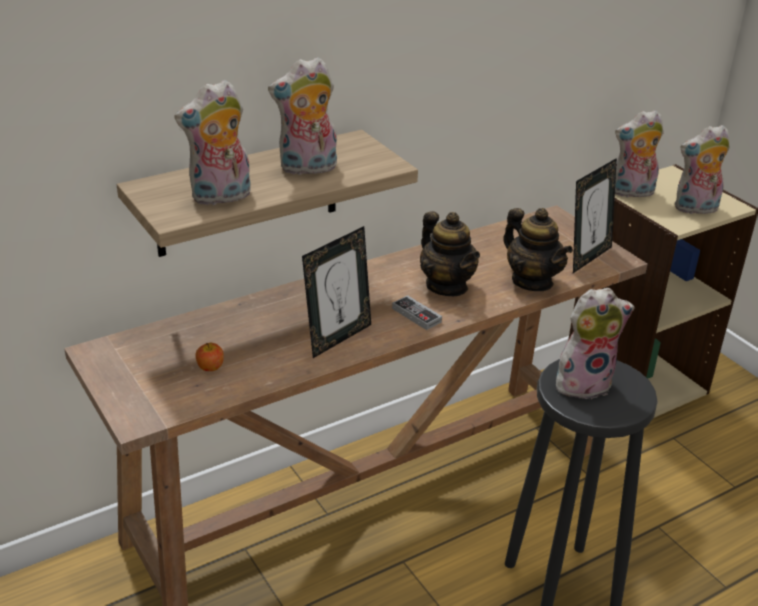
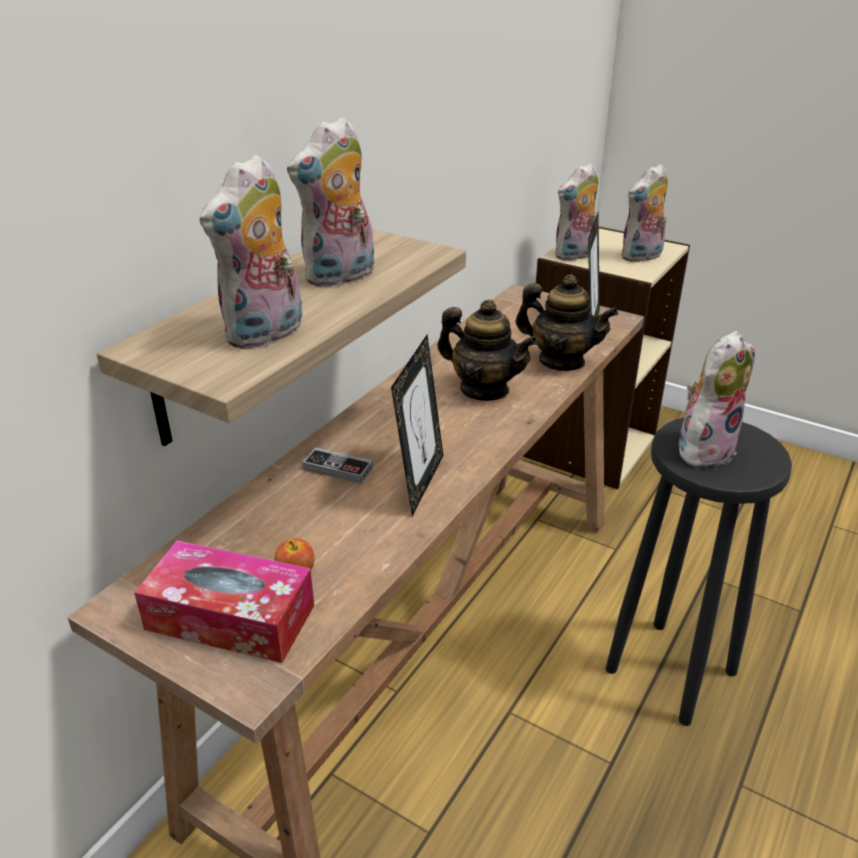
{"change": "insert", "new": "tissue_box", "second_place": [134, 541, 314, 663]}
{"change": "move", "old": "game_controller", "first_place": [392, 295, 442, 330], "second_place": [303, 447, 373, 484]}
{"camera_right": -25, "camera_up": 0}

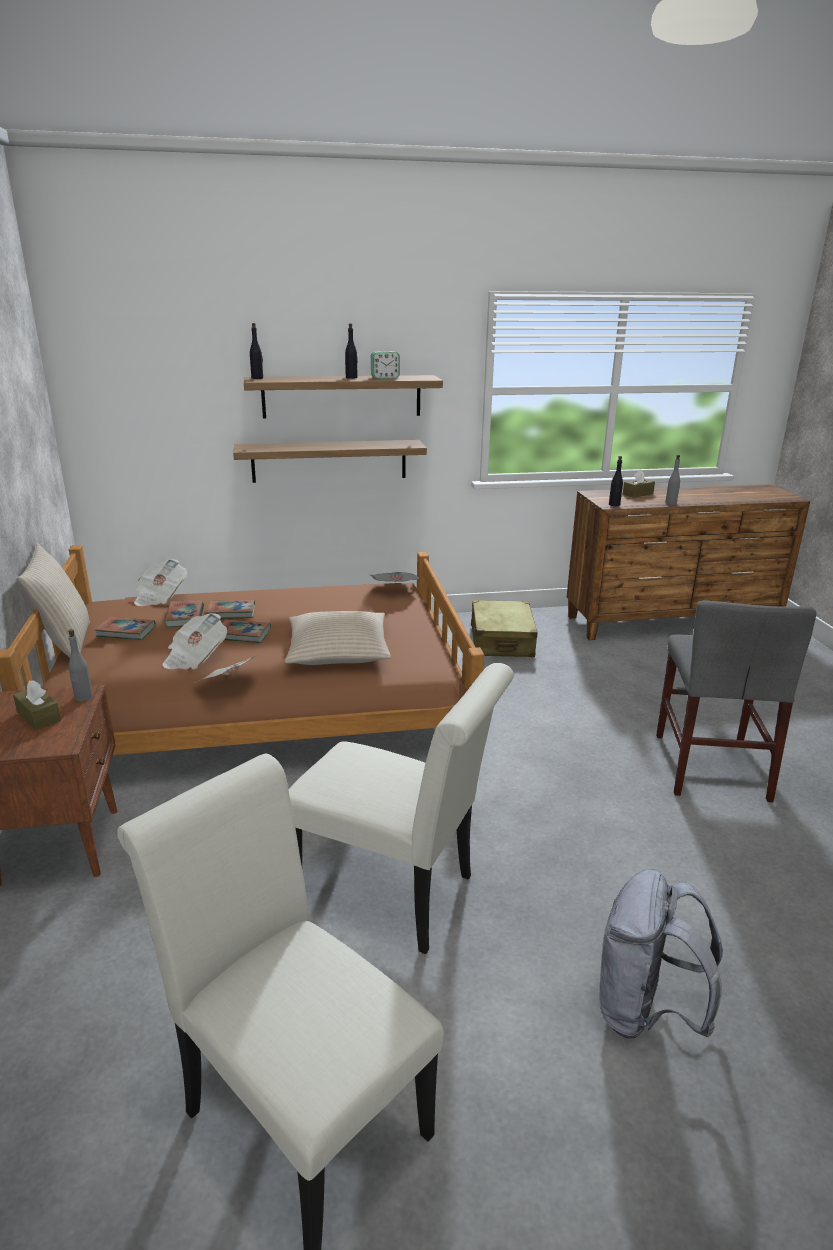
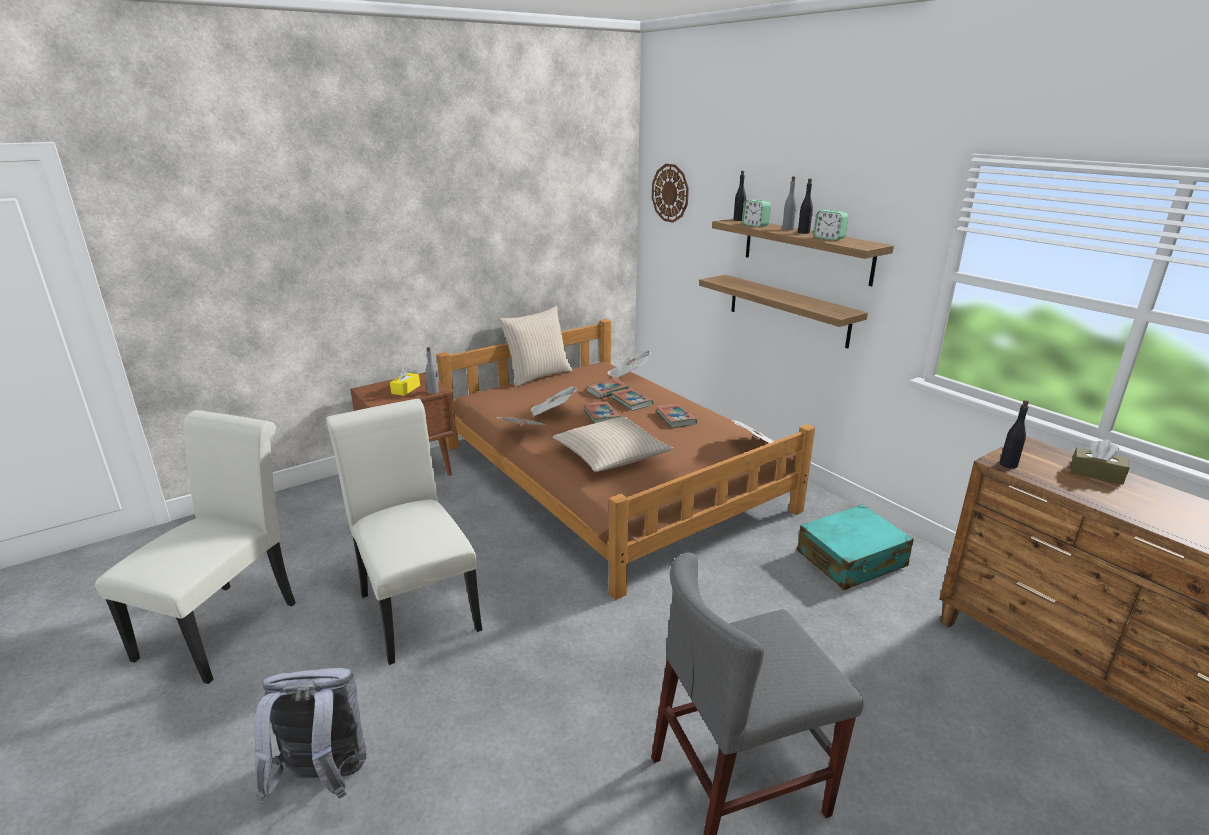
{"change": "rotate", "old": "white_chair", "first_place": [289, 663, 514, 954], "second_place": [326, 399, 482, 665], "degrees": 150}
{"change": "recolor", "old": "brown_tissue_box", "new": "yellow_tissue_box", "first_place": [13, 680, 61, 730], "second_place": [390, 367, 420, 396]}
{"change": "insert", "new": "wall_clock", "second_place": [652, 164, 689, 223]}
{"change": "move", "old": "book", "first_place": [95, 617, 156, 640], "second_place": [656, 404, 697, 428]}
{"change": "insert", "new": "alarm_clock", "second_place": [742, 200, 771, 227]}
{"change": "move", "old": "grey_bottle", "first_place": [665, 455, 680, 505], "second_place": [782, 176, 797, 230]}
{"change": "recolor", "old": "beige_suitcase", "new": "turquoise_suitcase", "first_place": [471, 600, 538, 657], "second_place": [797, 504, 914, 590]}
{"camera_right": 65, "camera_up": 0}

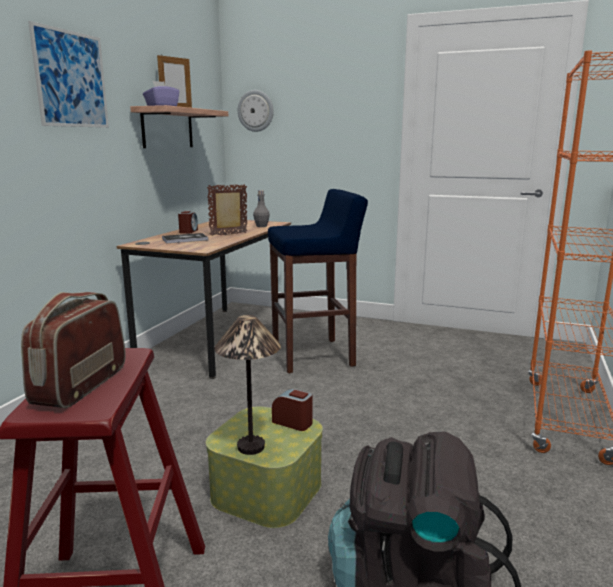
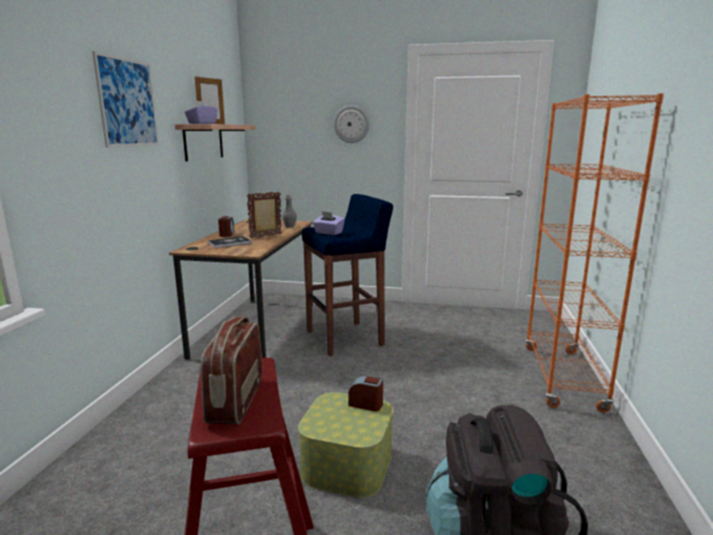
{"change": "insert", "new": "purple_tissue_box", "second_place": [313, 211, 345, 235]}
{"change": "move", "old": "wall_clock", "first_place": [238, 90, 274, 132], "second_place": [334, 105, 369, 143]}
{"change": "delete", "old": "table_lamp", "first_place": [214, 315, 281, 455]}
{"camera_right": -10, "camera_up": 0}

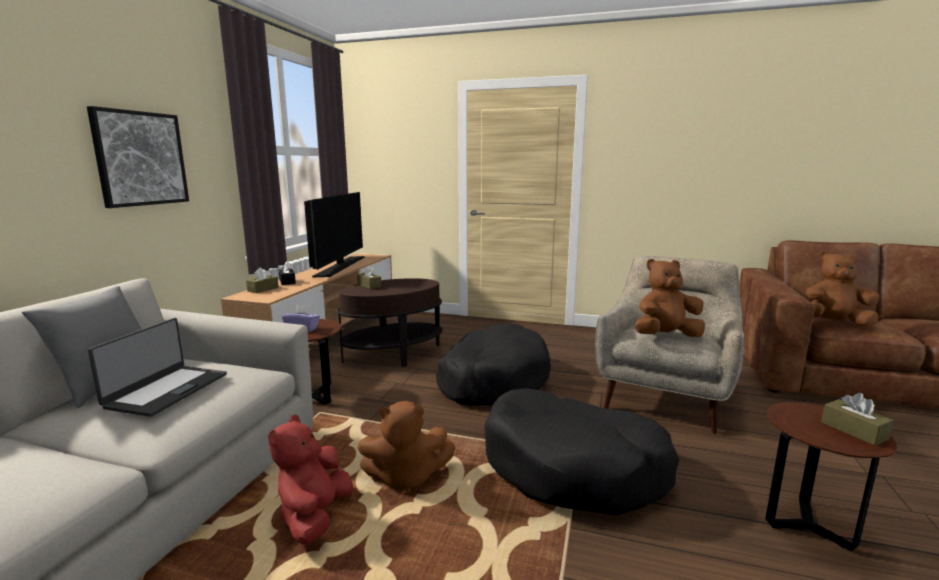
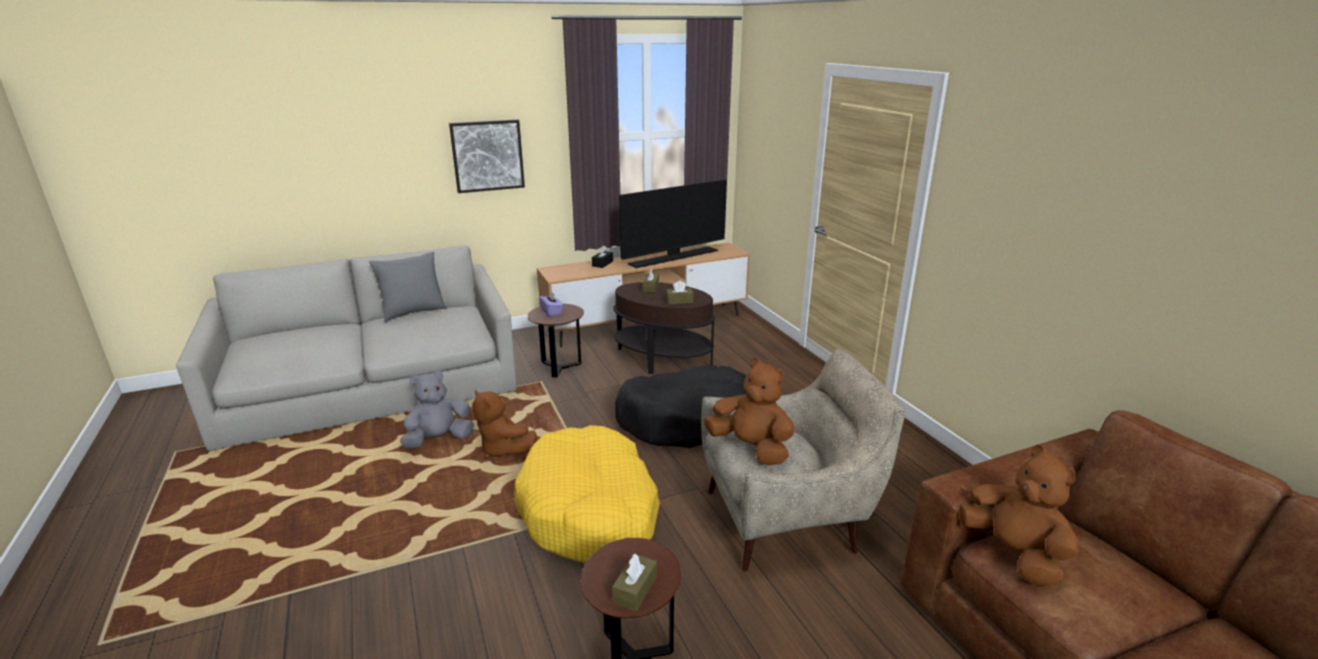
{"change": "recolor", "old": "red_plush_toy", "new": "grey_plush_toy", "first_place": [268, 414, 354, 545], "second_place": [400, 371, 474, 448]}
{"change": "recolor", "old": "black_dog_bed", "new": "yellow_dog_bed", "first_place": [484, 388, 680, 515], "second_place": [515, 425, 660, 563]}
{"change": "move", "old": "brown_tissue_box", "first_place": [246, 267, 279, 293], "second_place": [666, 280, 694, 305]}
{"change": "delete", "old": "laptop", "first_place": [88, 318, 227, 417]}
{"camera_right": 50, "camera_up": 10}

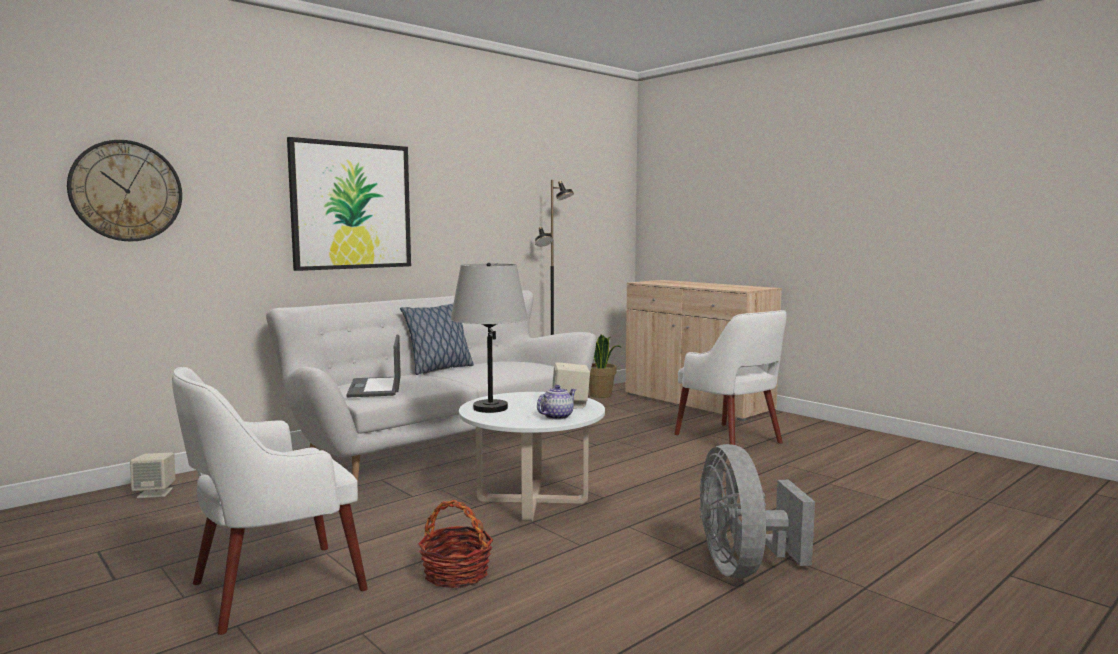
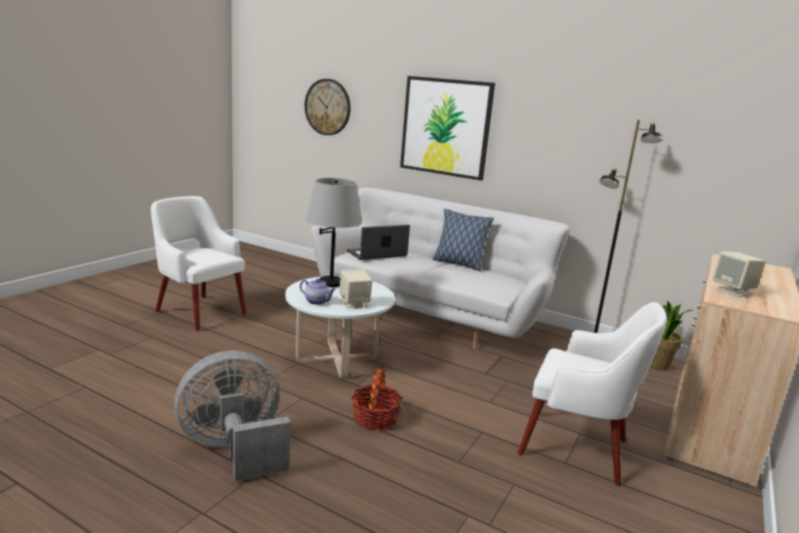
{"change": "move", "old": "basket", "first_place": [418, 500, 493, 588], "second_place": [351, 369, 403, 431]}
{"change": "rotate", "old": "white_armchair", "first_place": [674, 310, 787, 445], "second_place": [518, 302, 667, 486], "degrees": -105}
{"change": "move", "old": "beige_speaker", "first_place": [130, 452, 175, 498], "second_place": [712, 251, 766, 297]}
{"camera_right": 70, "camera_up": 10}

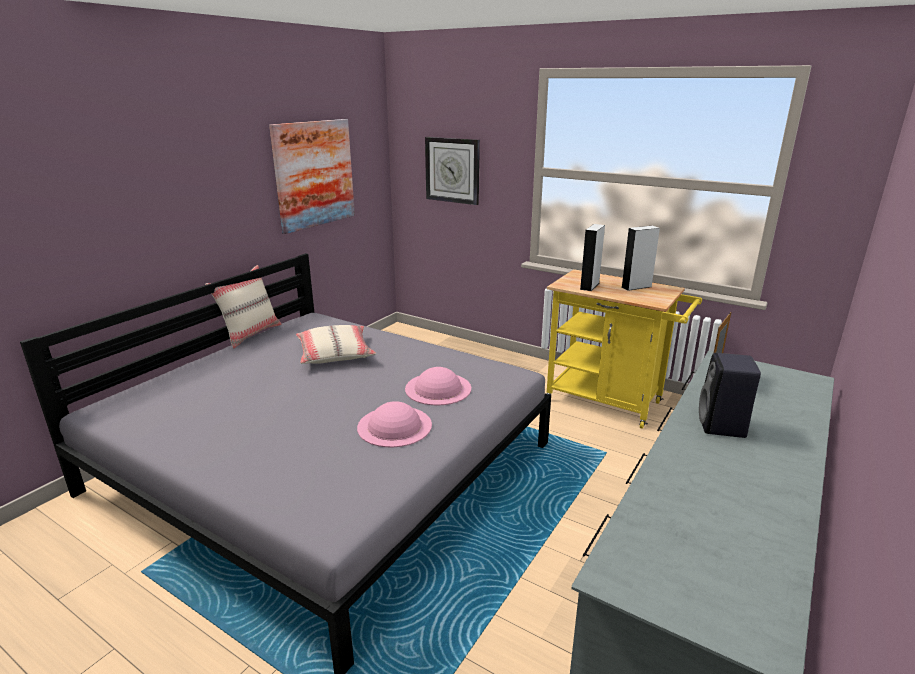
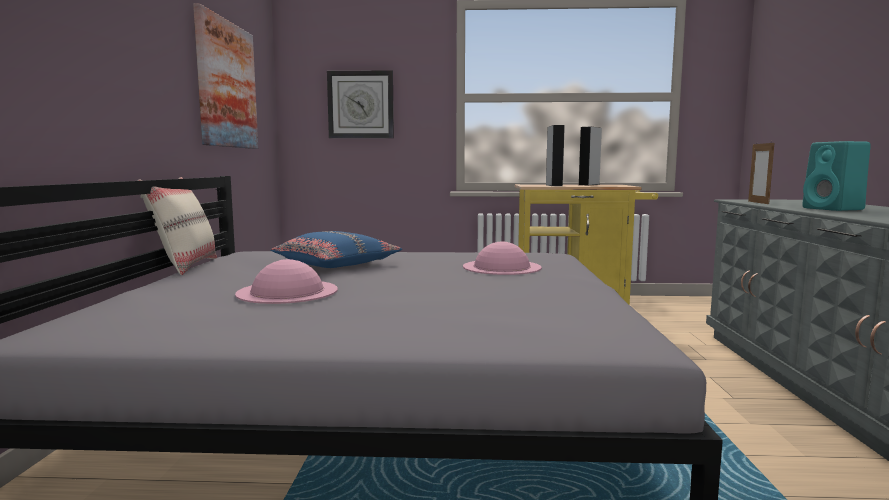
{"change": "move", "old": "pink_hat", "first_place": [357, 401, 432, 447], "second_place": [235, 259, 338, 304]}
{"change": "recolor", "old": "beige_pillow", "new": "blue_pillow", "first_place": [296, 325, 376, 364], "second_place": [270, 231, 402, 268]}
{"change": "recolor", "old": "black_speaker", "new": "turquoise_speaker", "first_place": [699, 353, 761, 438], "second_place": [802, 141, 871, 211]}
{"camera_right": -30, "camera_up": -15}

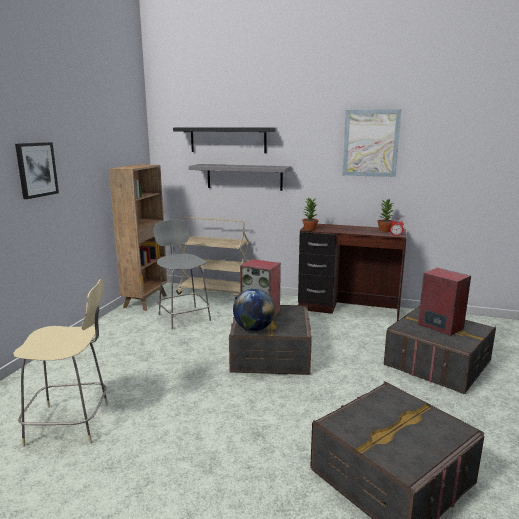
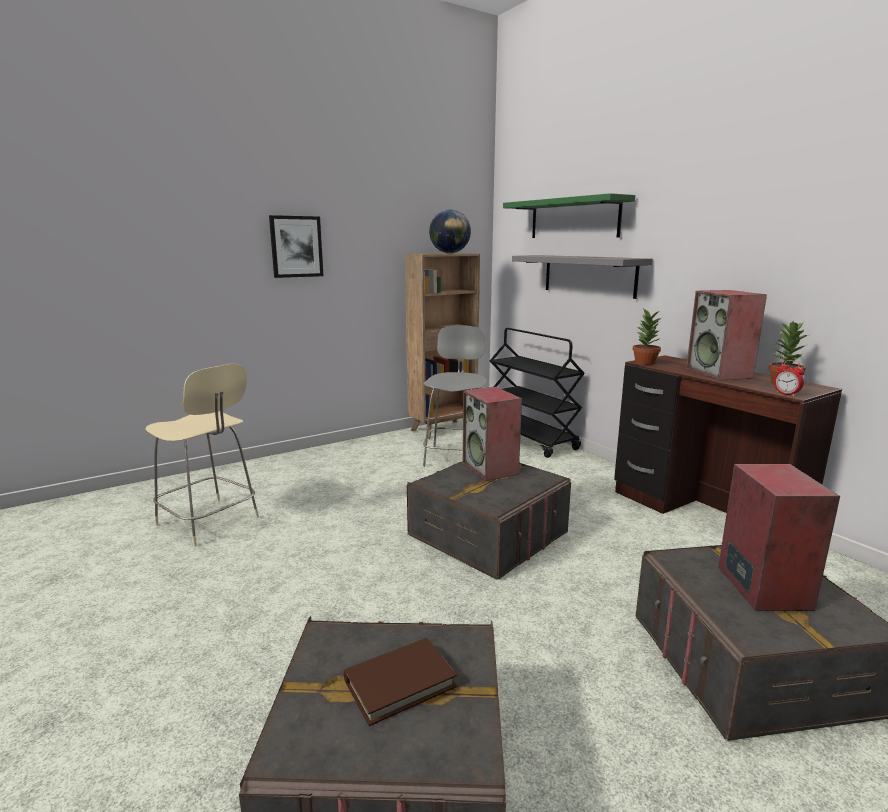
{"change": "insert", "new": "brown_book", "second_place": [344, 638, 457, 726]}
{"change": "move", "old": "globe", "first_place": [233, 289, 275, 331], "second_place": [429, 210, 471, 253]}
{"change": "recolor", "old": "beige_cart", "new": "black_cart", "first_place": [176, 217, 249, 300], "second_place": [490, 328, 585, 458]}
{"change": "recolor", "old": "black_shelf", "new": "green_shelf", "first_place": [173, 128, 276, 153], "second_place": [503, 193, 635, 238]}
{"change": "insert", "new": "speaker", "second_place": [686, 290, 767, 381]}
{"change": "delete", "old": "picture", "first_place": [342, 109, 401, 177]}
{"camera_right": 40, "camera_up": 0}

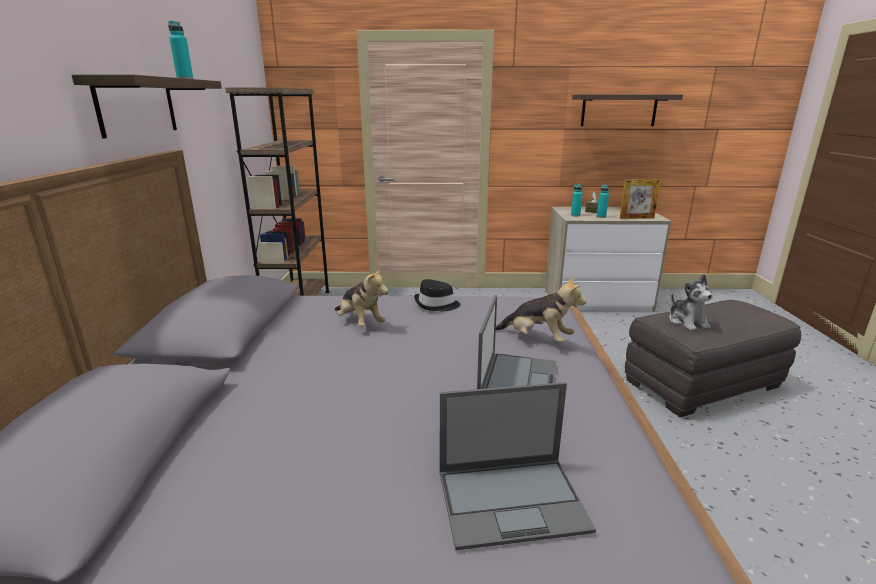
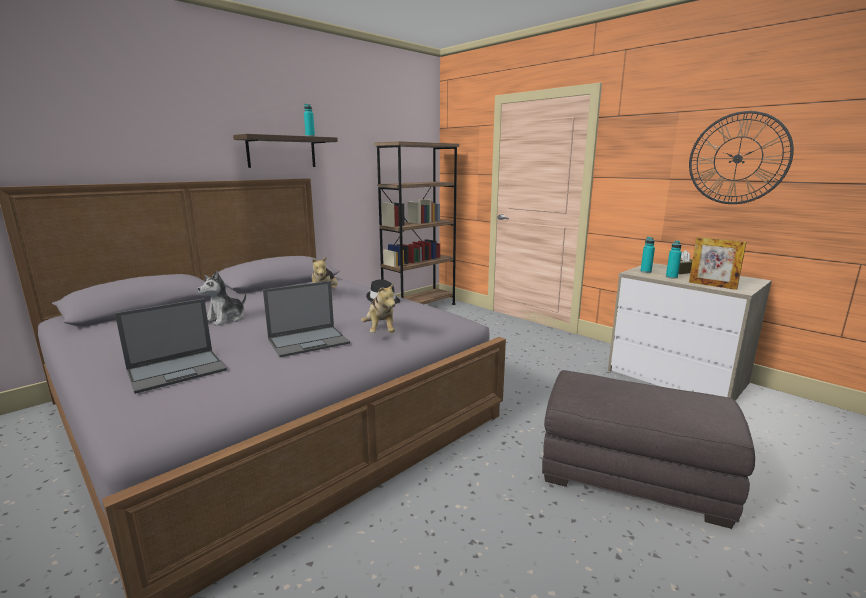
{"change": "rotate", "old": "laptop", "first_place": [439, 382, 596, 550], "second_place": [115, 299, 227, 394], "degrees": -75}
{"change": "move", "old": "plush_toy", "first_place": [669, 274, 713, 331], "second_place": [198, 271, 246, 326]}
{"change": "replace", "old": "shelf", "new": "wall_clock", "first_place": [572, 94, 683, 126], "second_place": [689, 111, 794, 204]}
{"camera_right": 45, "camera_up": -5}

